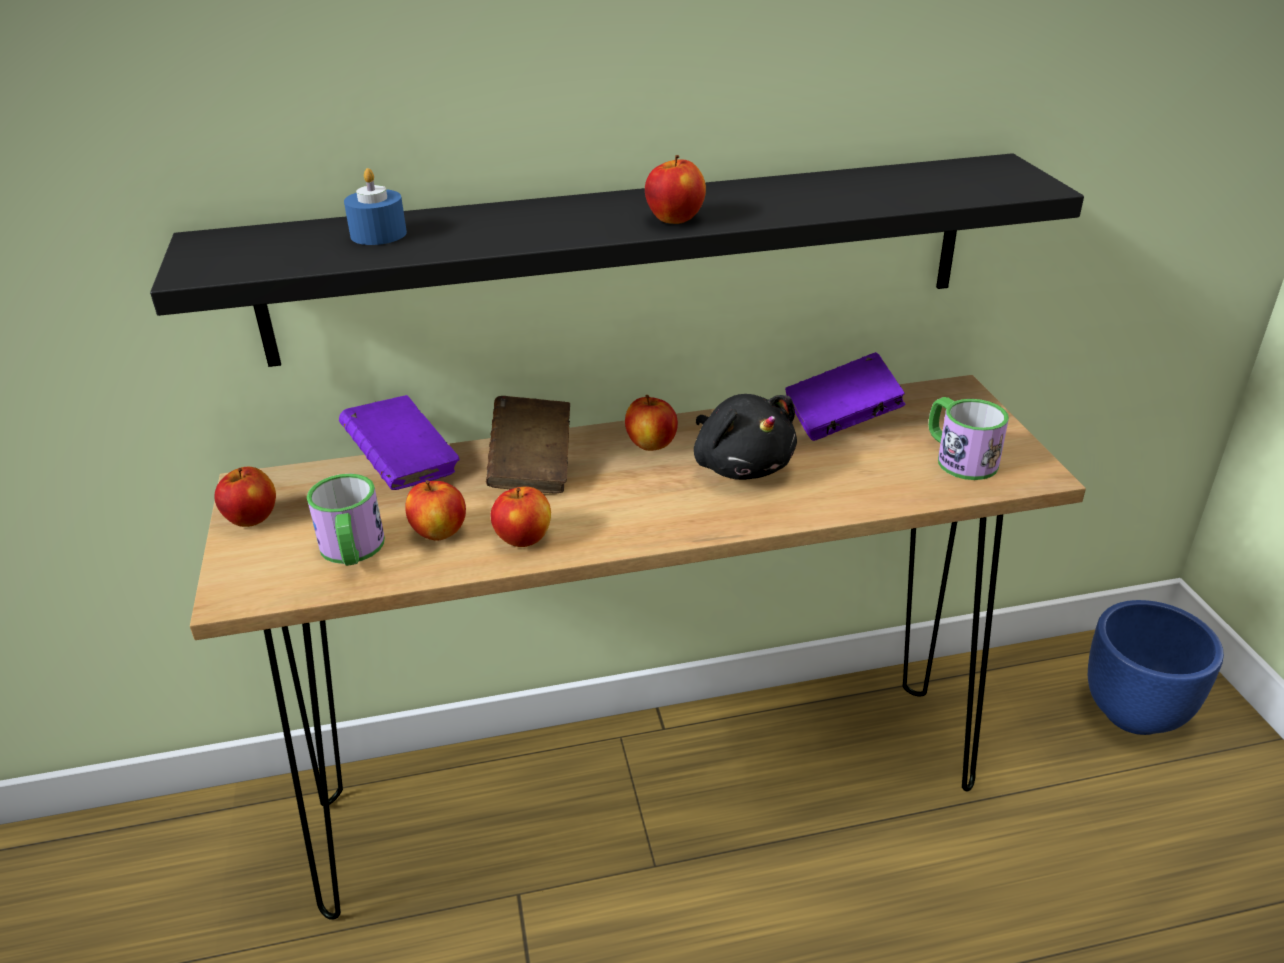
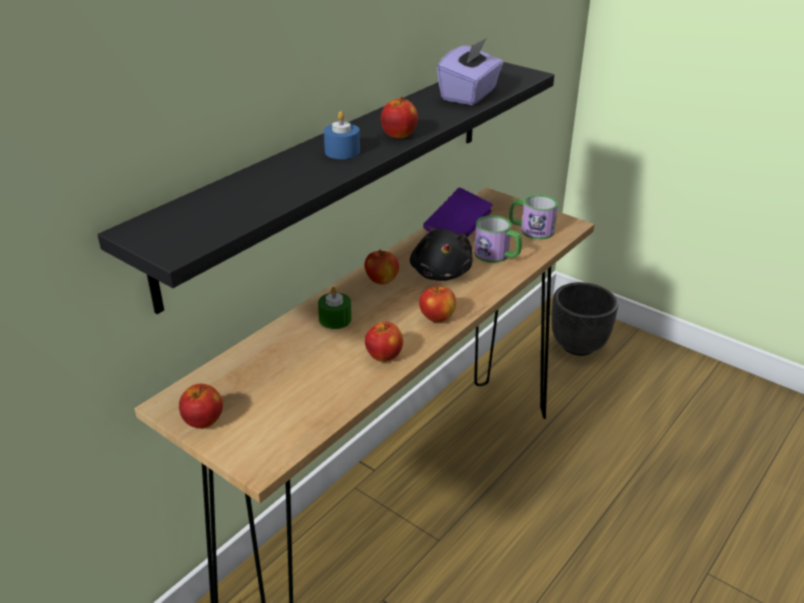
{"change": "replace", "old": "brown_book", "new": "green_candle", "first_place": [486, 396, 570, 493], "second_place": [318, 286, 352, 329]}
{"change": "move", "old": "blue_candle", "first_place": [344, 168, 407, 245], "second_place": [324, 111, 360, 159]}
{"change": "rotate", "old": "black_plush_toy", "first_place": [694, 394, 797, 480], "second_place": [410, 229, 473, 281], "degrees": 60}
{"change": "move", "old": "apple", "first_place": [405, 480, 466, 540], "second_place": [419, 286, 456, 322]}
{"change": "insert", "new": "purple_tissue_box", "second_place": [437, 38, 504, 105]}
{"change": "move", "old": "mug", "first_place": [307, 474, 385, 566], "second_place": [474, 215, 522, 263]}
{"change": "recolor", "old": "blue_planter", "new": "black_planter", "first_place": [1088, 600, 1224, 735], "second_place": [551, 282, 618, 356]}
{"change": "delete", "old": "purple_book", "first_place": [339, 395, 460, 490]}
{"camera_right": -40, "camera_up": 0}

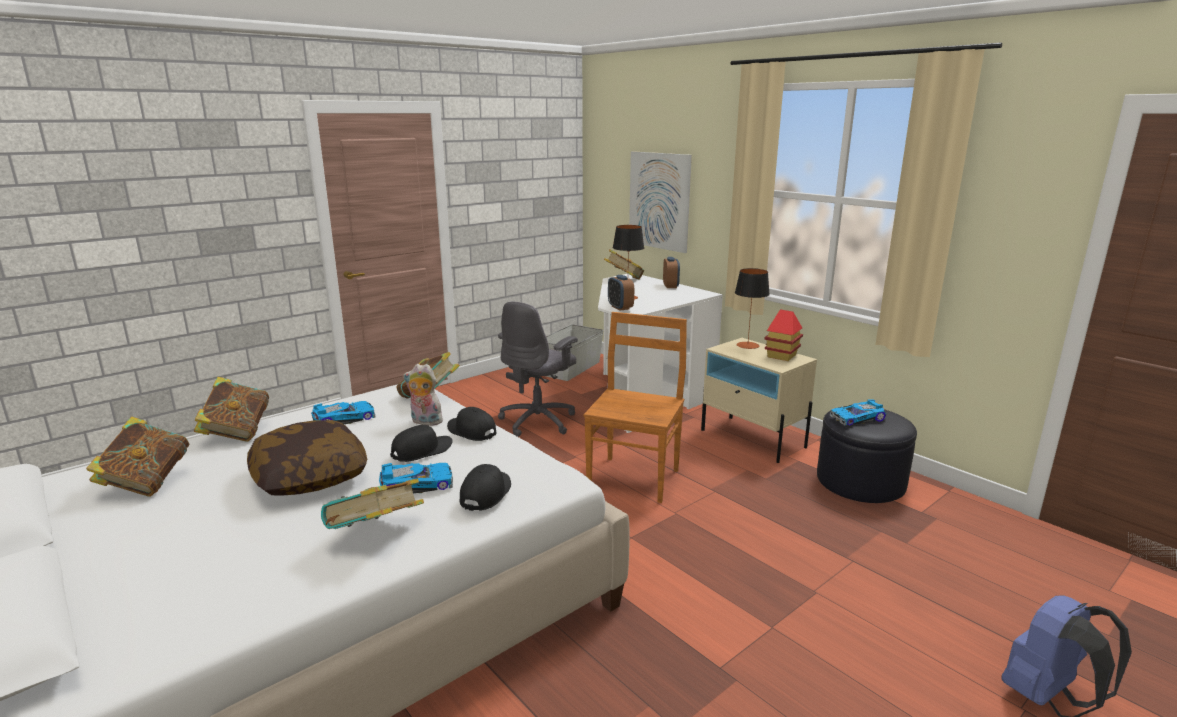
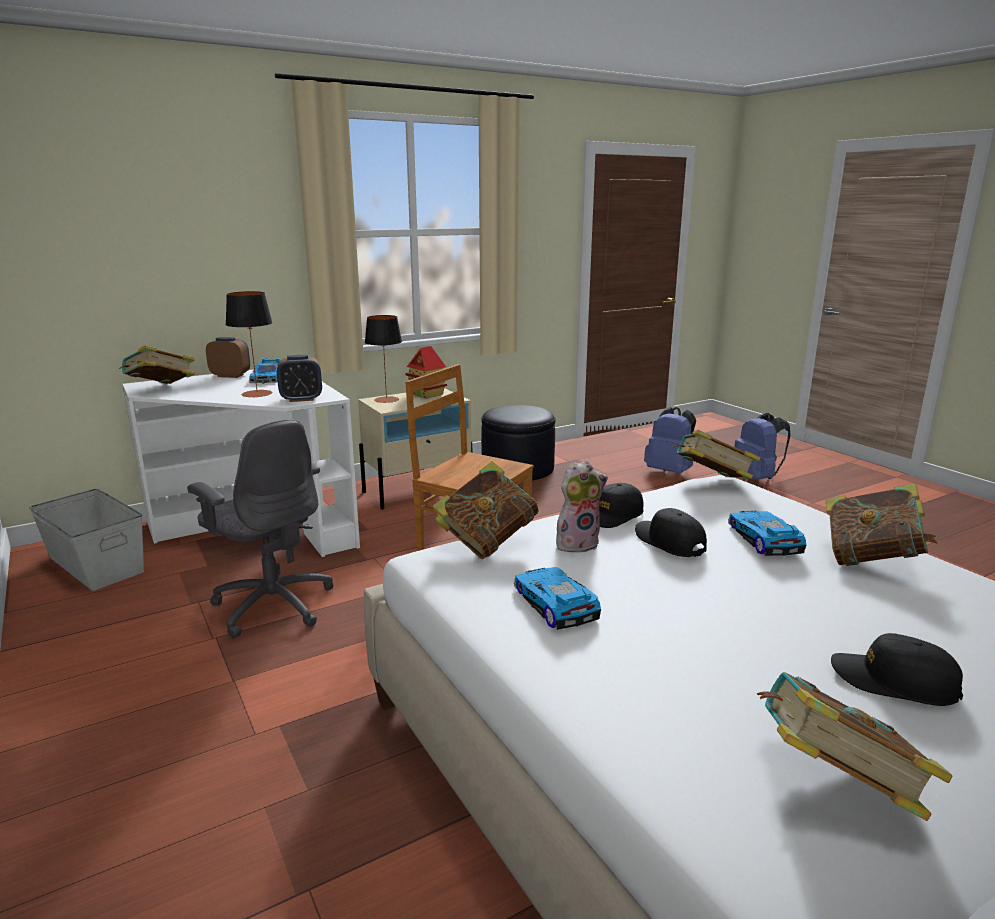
{"change": "move", "old": "toy_car", "first_place": [830, 399, 886, 425], "second_place": [249, 358, 280, 384]}
{"change": "rotate", "old": "plush_toy", "first_place": [403, 364, 443, 426], "second_place": [556, 461, 608, 553], "degrees": -135}
{"change": "insert", "new": "blue_backpack", "second_place": [644, 407, 696, 474]}
{"change": "move", "old": "book", "first_place": [194, 377, 269, 442], "second_place": [673, 430, 761, 479]}
{"change": "move", "old": "black_cap", "first_place": [460, 464, 511, 511], "second_place": [831, 633, 963, 706]}
{"change": "delete", "old": "pillow", "first_place": [247, 420, 367, 496]}
{"change": "delete", "old": "picture", "first_place": [629, 151, 692, 253]}
{"camera_right": -80, "camera_up": 0}

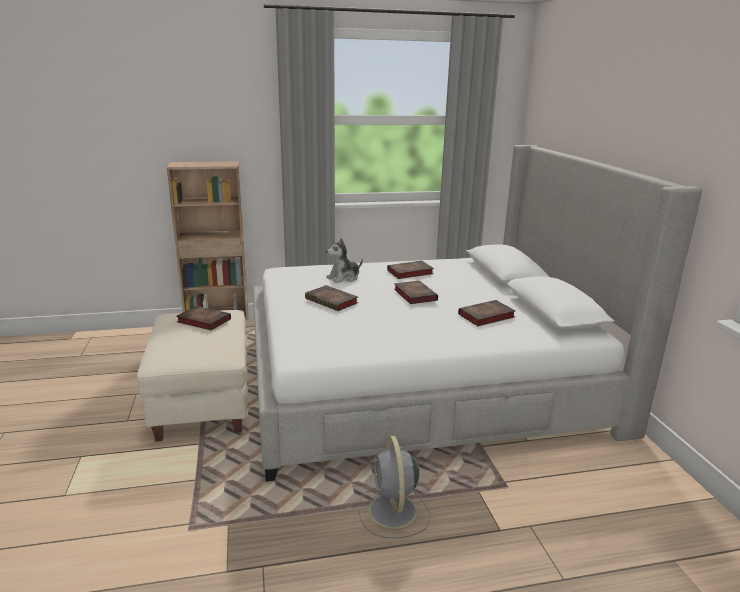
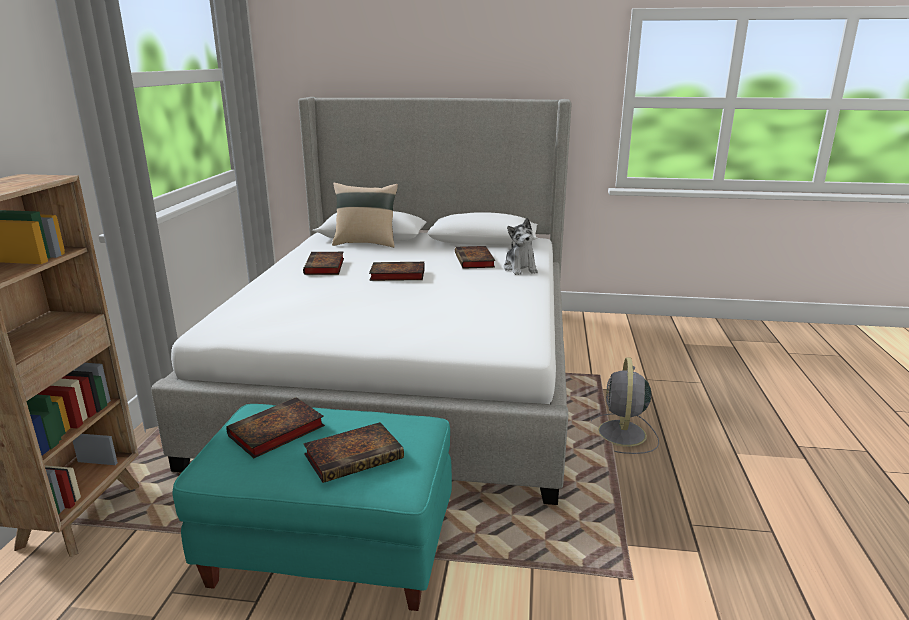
{"change": "recolor", "old": "beige_ottoman", "new": "turquoise_ottoman", "first_place": [137, 310, 247, 441], "second_place": [173, 404, 452, 611]}
{"change": "move", "old": "book", "first_place": [305, 285, 358, 311], "second_place": [303, 422, 404, 483]}
{"change": "insert", "new": "beige_pillow", "second_place": [332, 182, 398, 248]}
{"change": "move", "old": "plush_toy", "first_place": [326, 238, 363, 283], "second_place": [504, 218, 538, 275]}
{"change": "rotate", "old": "grey_fan", "first_place": [358, 435, 431, 539], "second_place": [591, 357, 659, 454], "degrees": 90}
{"camera_right": -70, "camera_up": 0}

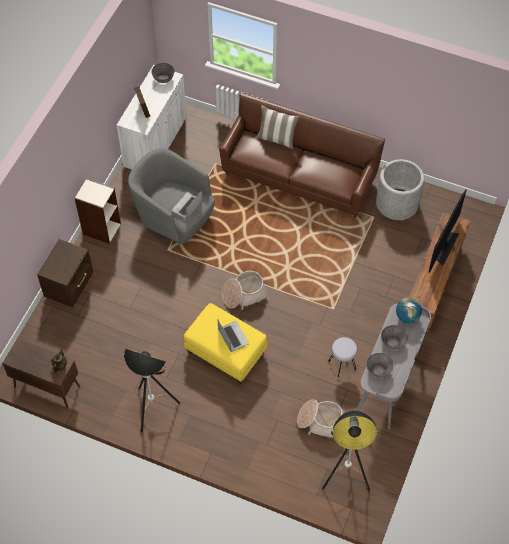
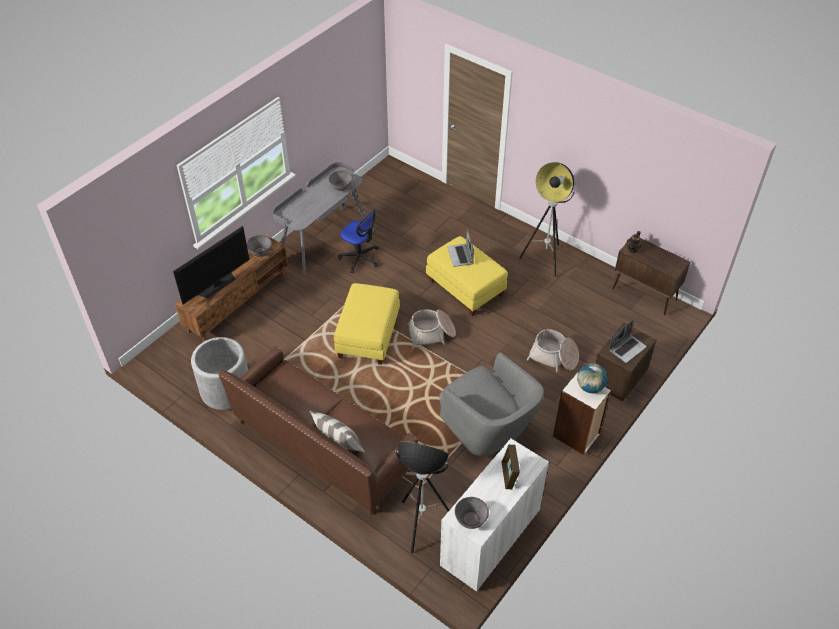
{"change": "move", "old": "grey_bowl", "first_place": [381, 325, 407, 350], "second_place": [247, 235, 272, 257]}
{"change": "insert", "new": "yellow_ottoman", "second_place": [334, 283, 400, 365]}
{"change": "replace", "old": "grey_stool", "new": "office_chair", "first_place": [328, 337, 357, 377], "second_place": [338, 208, 379, 273]}
{"change": "move", "old": "floor_lamp", "first_place": [322, 411, 378, 491], "second_place": [395, 441, 449, 553]}
{"change": "move", "old": "basket", "first_place": [297, 399, 346, 438], "second_place": [527, 329, 579, 372]}
{"change": "move", "old": "globe", "first_place": [396, 297, 422, 323], "second_place": [577, 363, 608, 393]}
{"change": "move", "old": "laptop", "first_place": [172, 190, 203, 219], "second_place": [609, 320, 647, 363]}
{"camera_right": -165, "camera_up": -10}

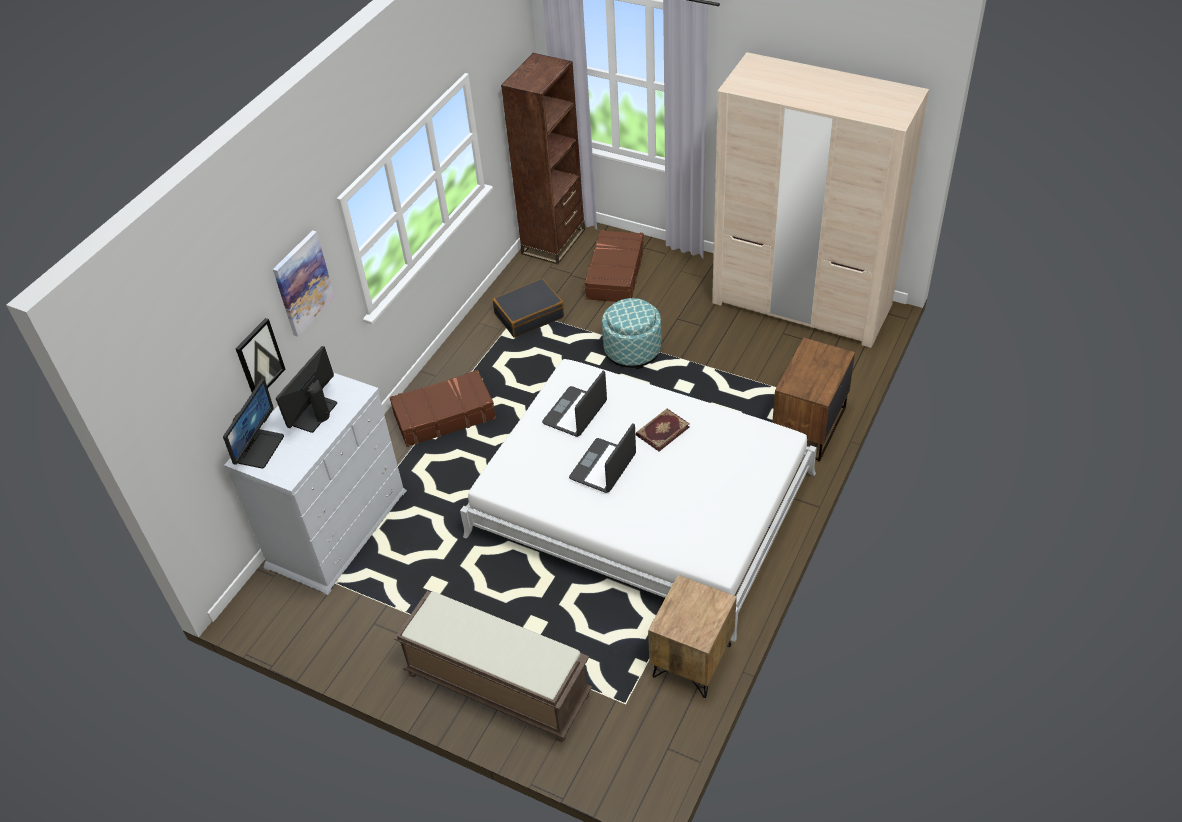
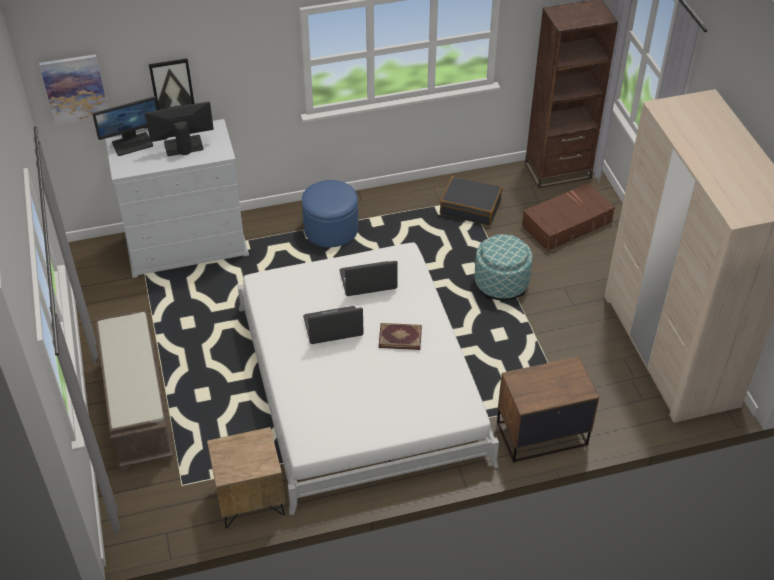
{"change": "move", "old": "picture", "first_place": [273, 230, 335, 337], "second_place": [39, 54, 108, 125]}
{"change": "replace", "old": "brown_suitcase", "new": "blue_ottoman", "first_place": [390, 370, 496, 447], "second_place": [302, 180, 358, 247]}
{"camera_right": 45, "camera_up": 0}

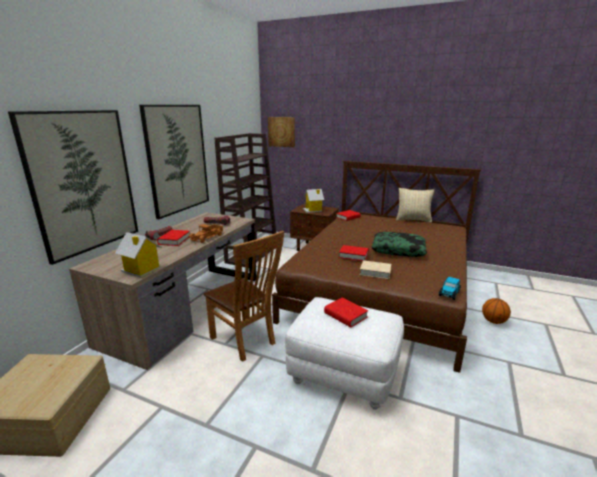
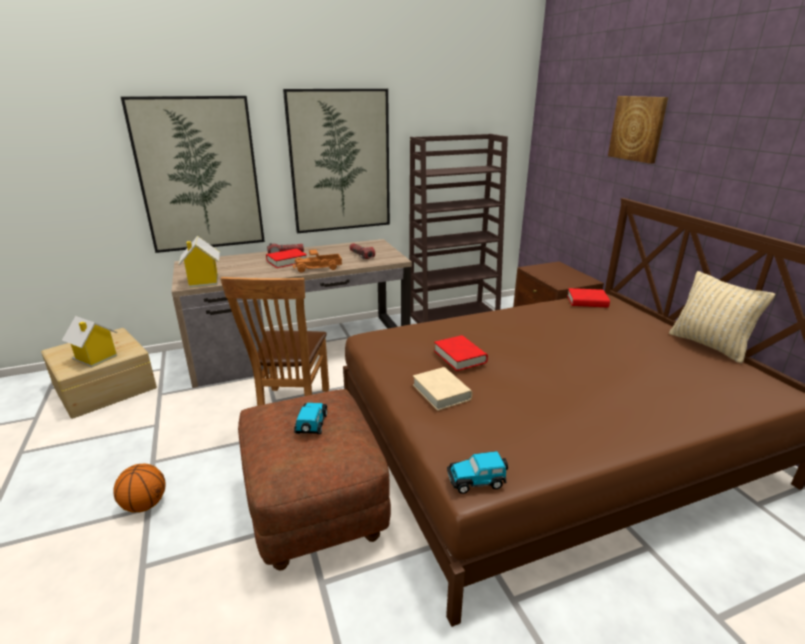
{"change": "move", "old": "toy_house", "first_place": [303, 189, 324, 213], "second_place": [62, 316, 118, 367]}
{"change": "move", "old": "basketball", "first_place": [482, 298, 511, 324], "second_place": [113, 464, 166, 513]}
{"change": "recolor", "old": "white_ottoman", "new": "brown_ottoman", "first_place": [286, 297, 404, 410], "second_place": [238, 389, 391, 571]}
{"change": "replace", "old": "red_book", "new": "toy_car", "first_place": [324, 297, 368, 327], "second_place": [294, 403, 327, 434]}
{"change": "move", "old": "picture", "first_place": [268, 117, 295, 147], "second_place": [608, 96, 668, 164]}
{"change": "delete", "old": "pillow", "first_place": [372, 232, 427, 257]}
{"camera_right": 45, "camera_up": 5}

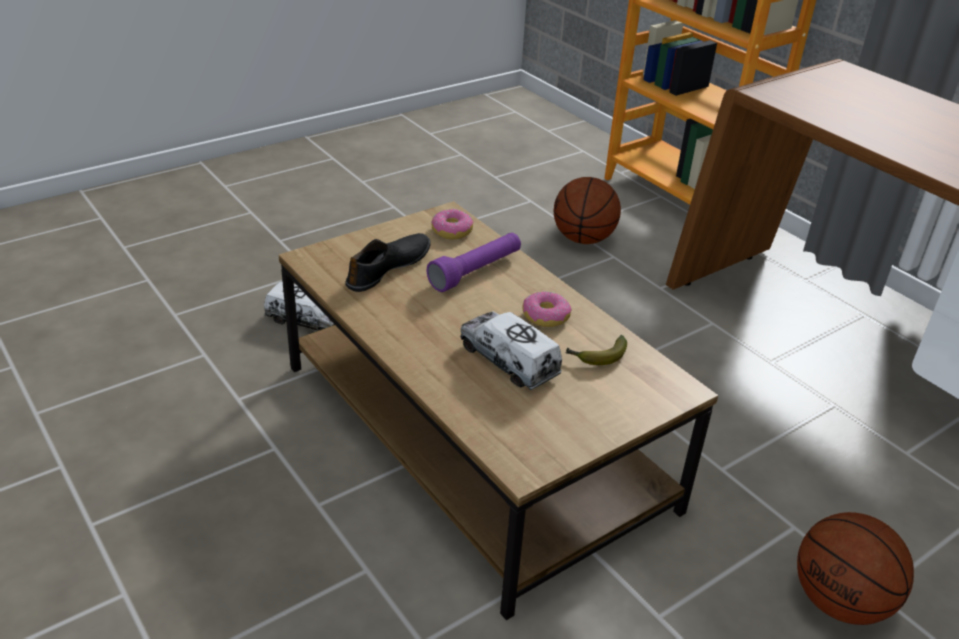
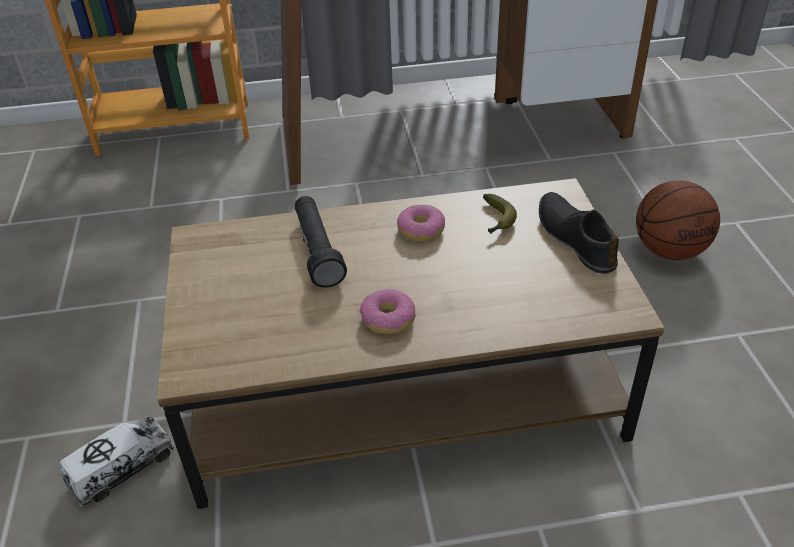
{"change": "recolor", "old": "purple_flashlight", "new": "black_flashlight", "first_place": [427, 233, 521, 292], "second_place": [295, 196, 347, 288]}
{"change": "move", "old": "donut", "first_place": [431, 209, 473, 240], "second_place": [360, 289, 416, 334]}
{"change": "move", "old": "black_shoe", "first_place": [345, 233, 431, 292], "second_place": [539, 192, 619, 274]}
{"change": "delete", "old": "toy_truck", "first_place": [460, 311, 562, 390]}
{"change": "delete", "old": "basketball", "first_place": [554, 177, 621, 244]}
{"camera_right": -60, "camera_up": 5}

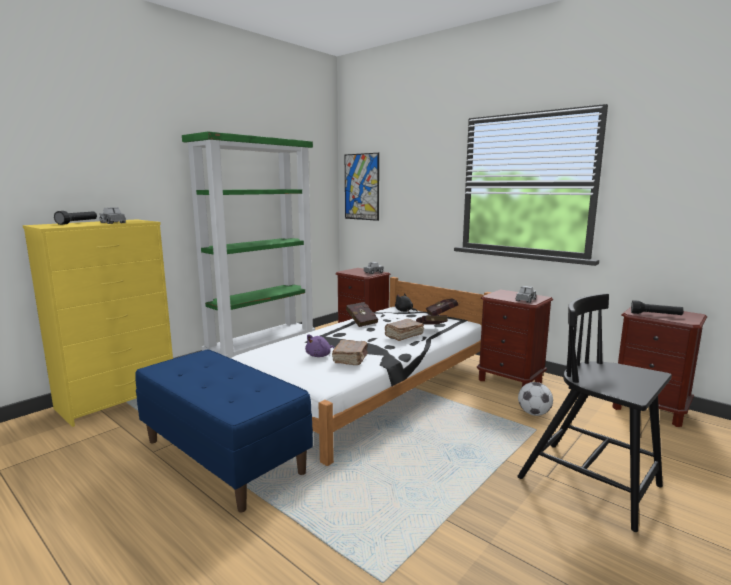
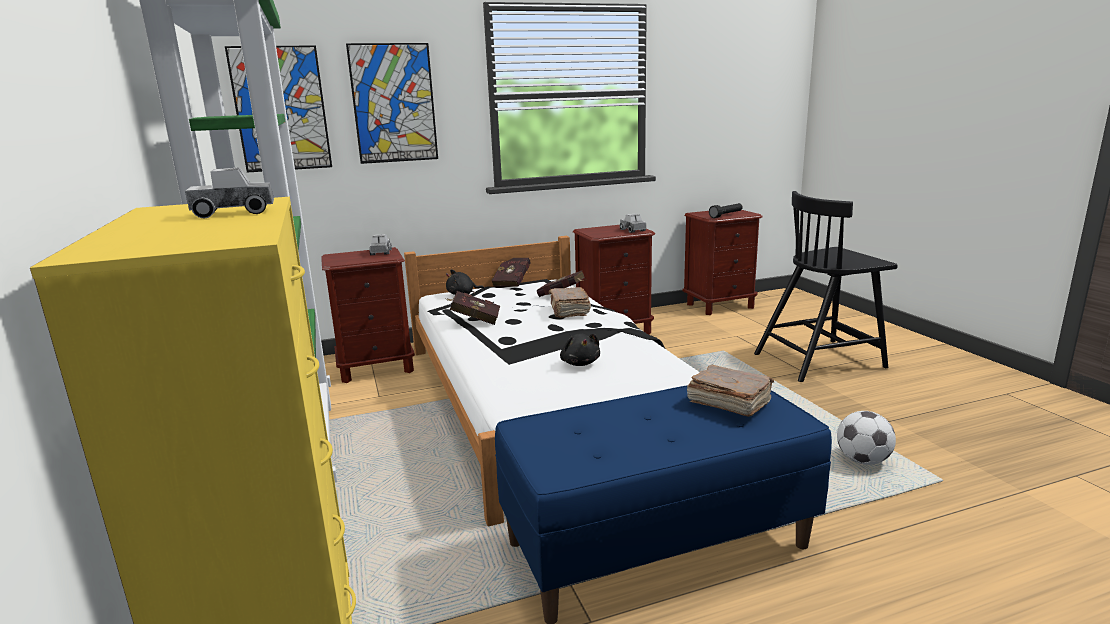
{"change": "insert", "new": "picture", "second_place": [346, 43, 438, 164]}
{"change": "recolor", "old": "purple_plush_toy", "new": "black_plush_toy", "first_place": [305, 334, 334, 357], "second_place": [560, 333, 600, 366]}
{"change": "move", "old": "brown_book", "first_place": [332, 340, 368, 365], "second_place": [687, 364, 774, 417]}
{"change": "move", "old": "football", "first_place": [518, 382, 553, 416], "second_place": [837, 411, 896, 465]}
{"change": "delete", "old": "black_flashlight", "first_place": [54, 211, 97, 225]}
{"camera_right": -60, "camera_up": 5}

